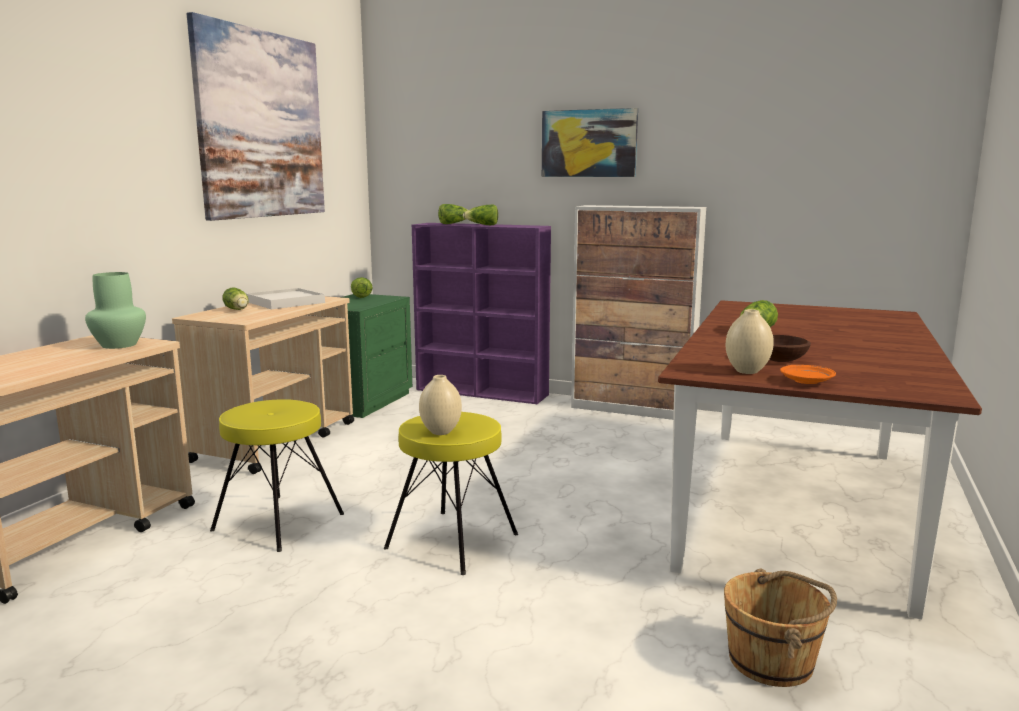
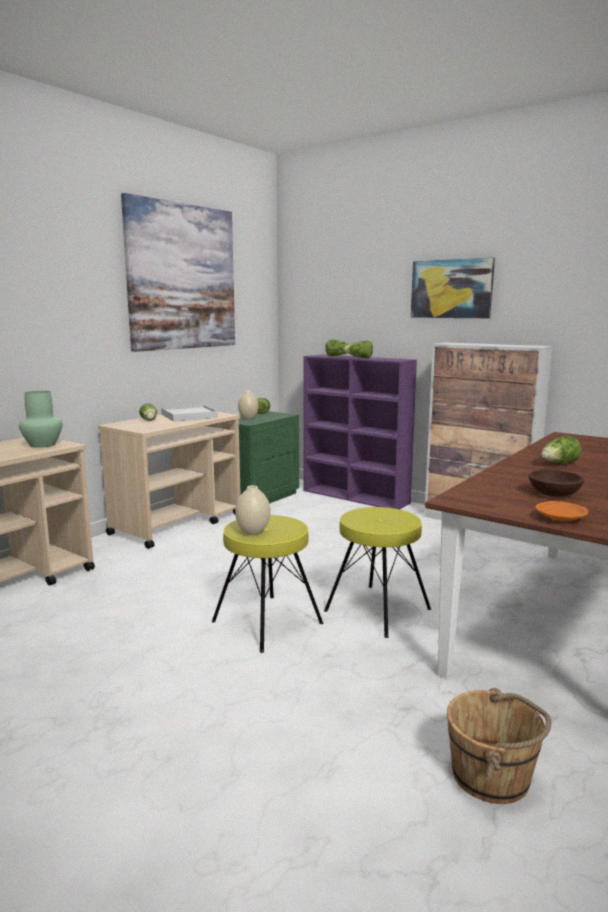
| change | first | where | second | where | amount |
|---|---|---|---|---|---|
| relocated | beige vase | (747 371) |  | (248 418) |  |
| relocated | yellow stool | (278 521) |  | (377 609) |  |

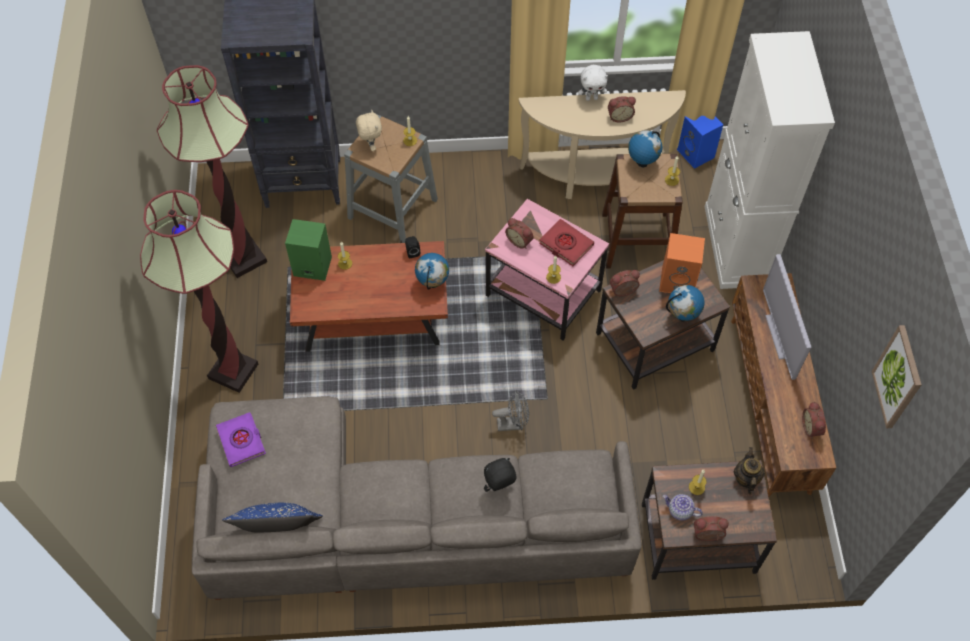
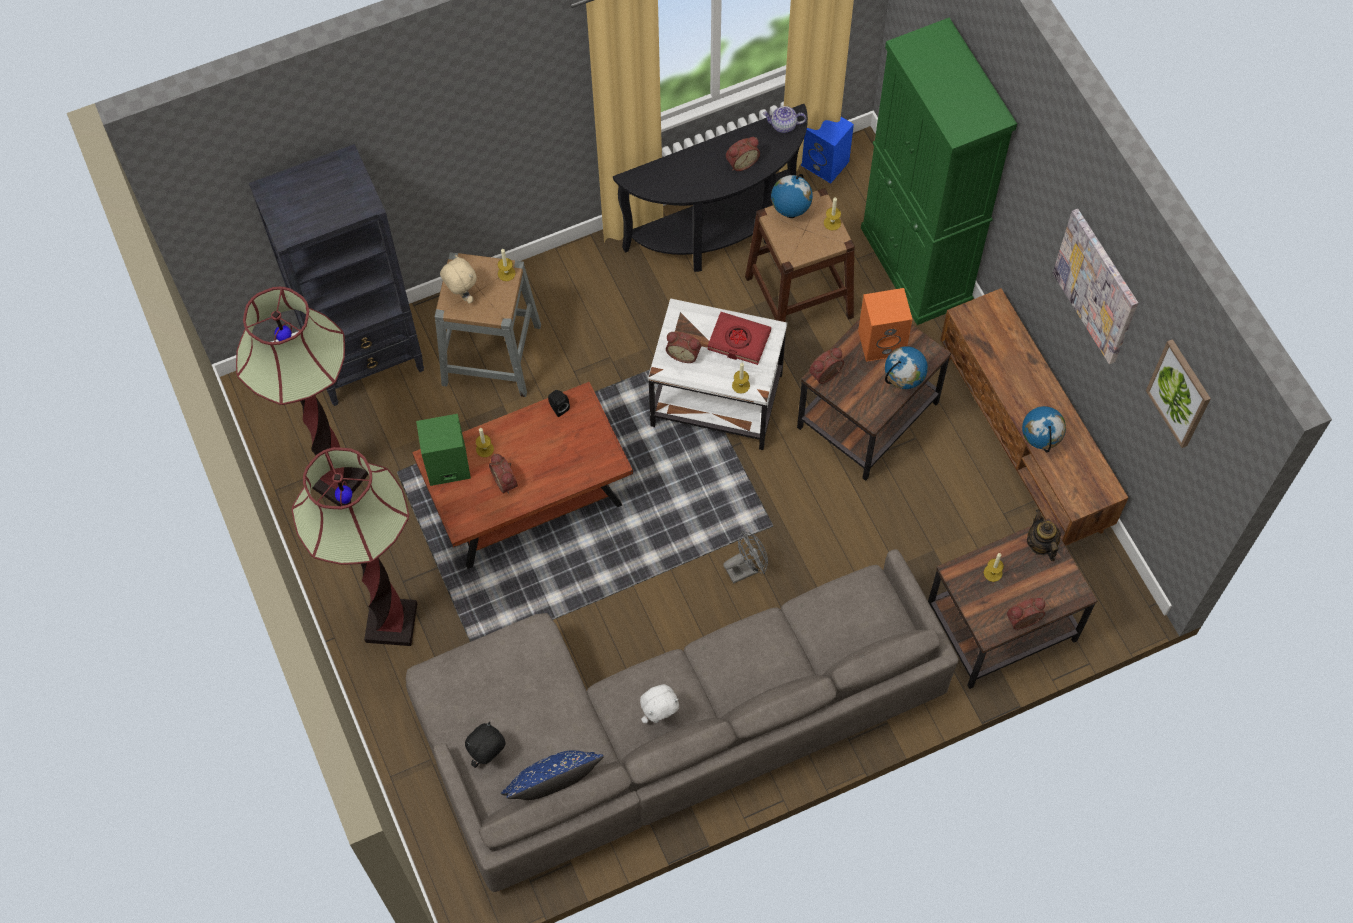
| change | first | where | second | where | amount |
|---|---|---|---|---|---|
| relocated | black plush toy | (499 488) |  | (488 756) |  |
| relocated | alarm clock | (812 427) |  | (506 481) |  |
| colour | beige console table | (595 178) | black console table | (719 234) |  |
| relocated | white plush toy | (591 98) |  | (660 716) |  |
| colour | pink side table | (544 293) | white side table | (717 399) |  |
| relocated | teapot | (679 511) |  | (783 125) |  |
| colour | white cabinet | (736 246) | green cabinet | (916 265) |  |
| relocated | globe | (433 283) |  | (1039 442) |  |
| appeared |  |  | picture | (1097 286) |  |
| missing | purple book | (241 441) |  |  |  |
| missing | television | (781 336) |  |  |  |

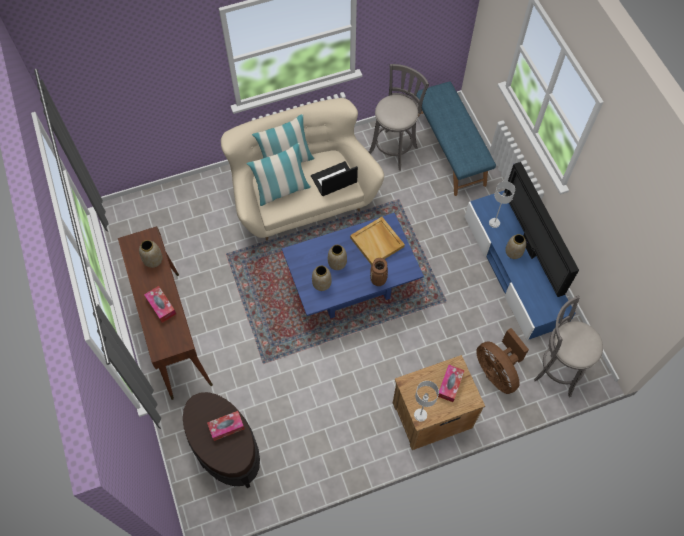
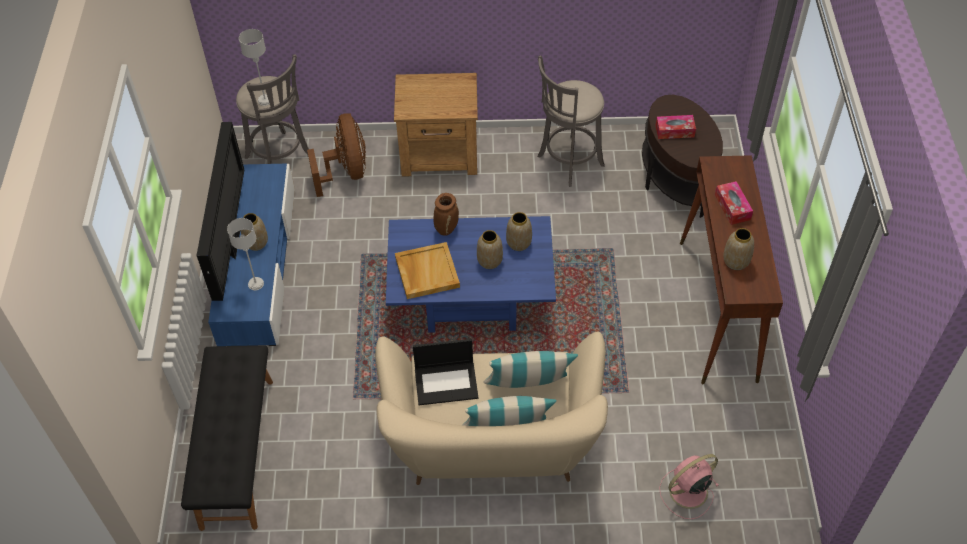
| change | first | where | second | where | amount |
|---|---|---|---|---|---|
| colour | blue bench | (450 150) | black bench | (236 452) |  |
| relocated | grey table lamp | (420 415) |  | (265 100) |  |
| relocated | grey stool | (394 148) |  | (567 162) |  |
| appeared |  |  | pink fan | (687 492) |  |
| missing | tissue box | (450 385) |  |  |  |

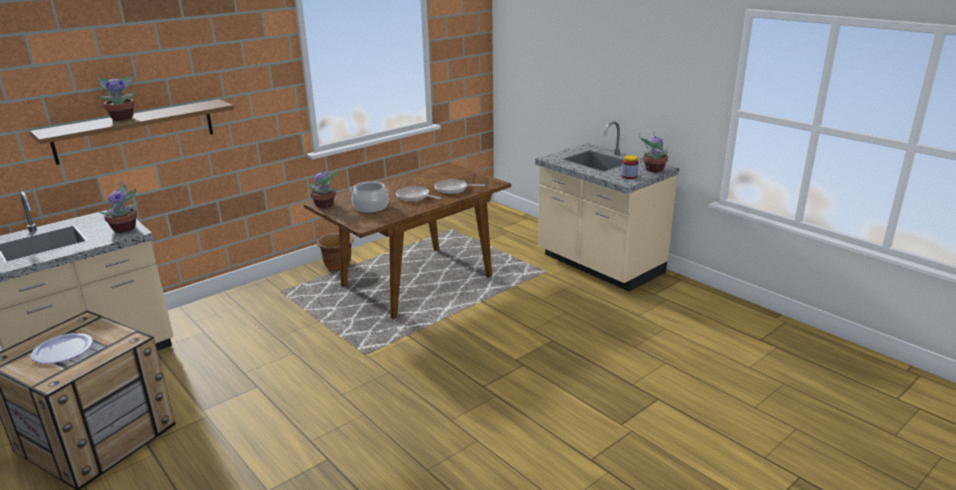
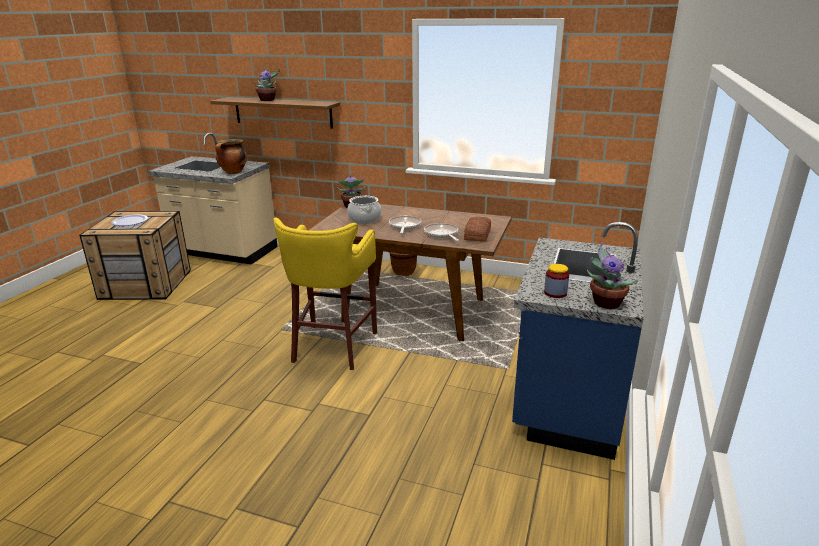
| change | first | where | second | where | amount |
|---|---|---|---|---|---|
| exchanged | potted plant | (126 228) | cooking pot | (233 172) |  |
| appeared |  |  | yellow stool | (333 348) |  |
| appeared |  |  | bread | (478 234) |  |
| colour | beige counter | (599 265) | blue counter | (566 400) |  |

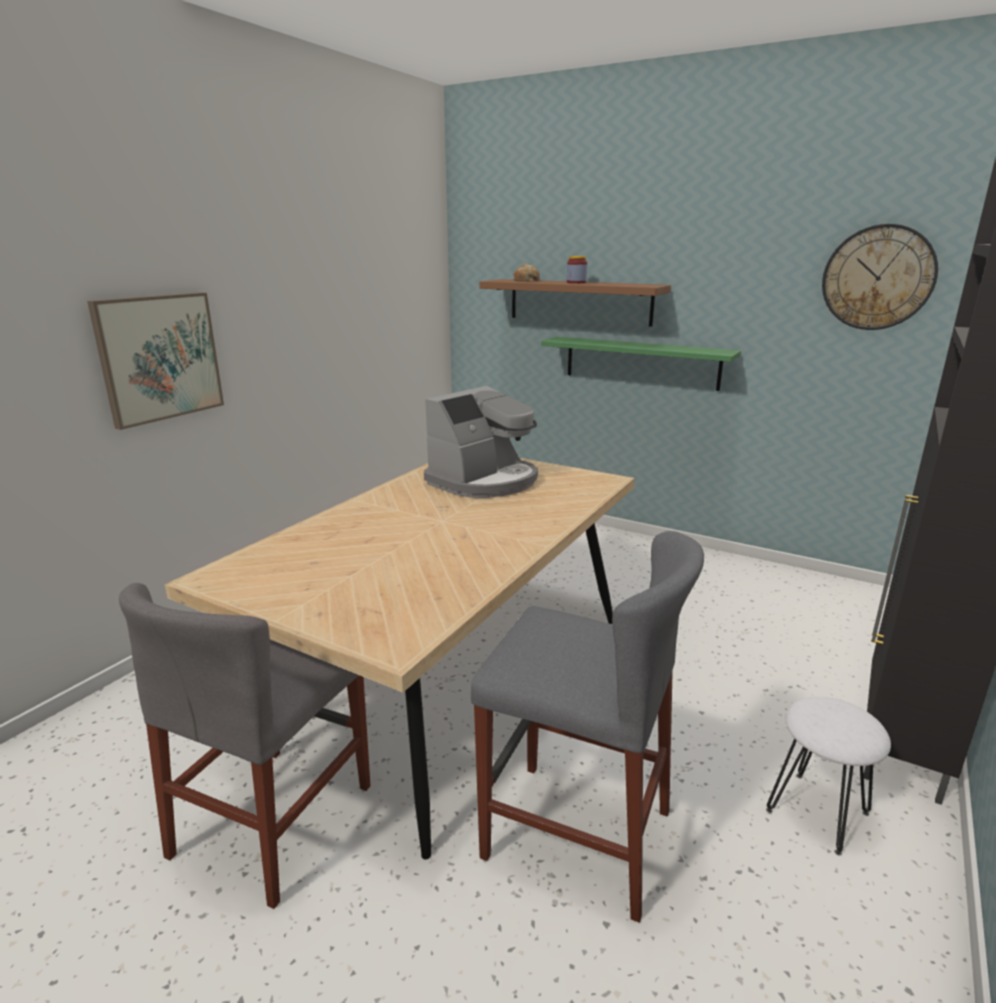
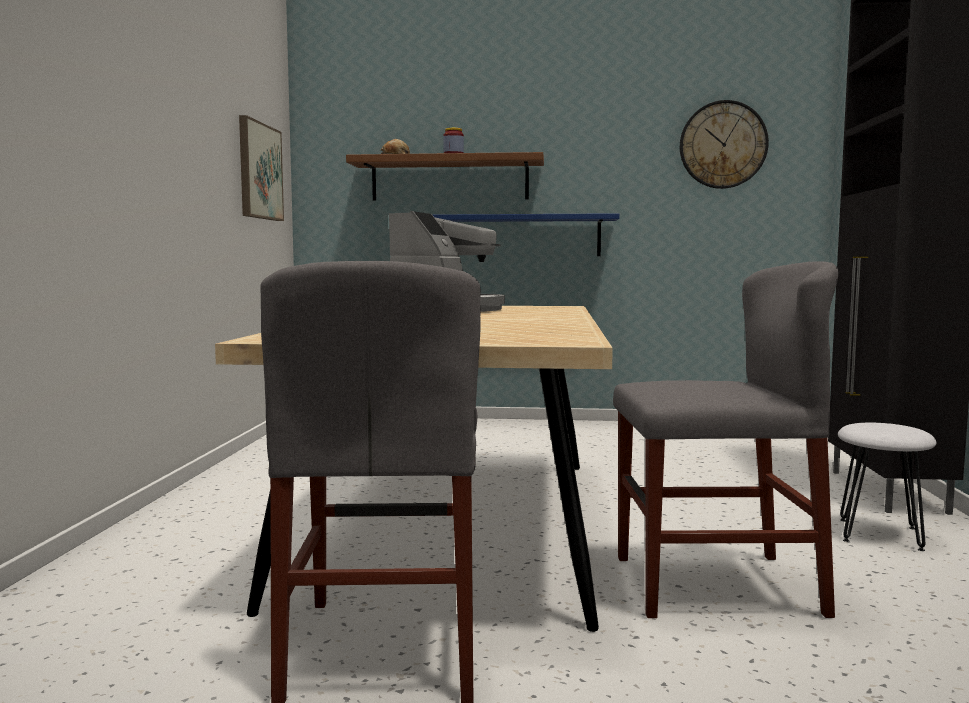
| change | first | where | second | where | amount |
|---|---|---|---|---|---|
| relocated | picture | (159 357) |  | (259 171) |  |
| colour | green shelf | (641 362) | blue shelf | (520 236) |  |
| exchanged | grey stool | (577 834) | grey chair | (715 585) |  |

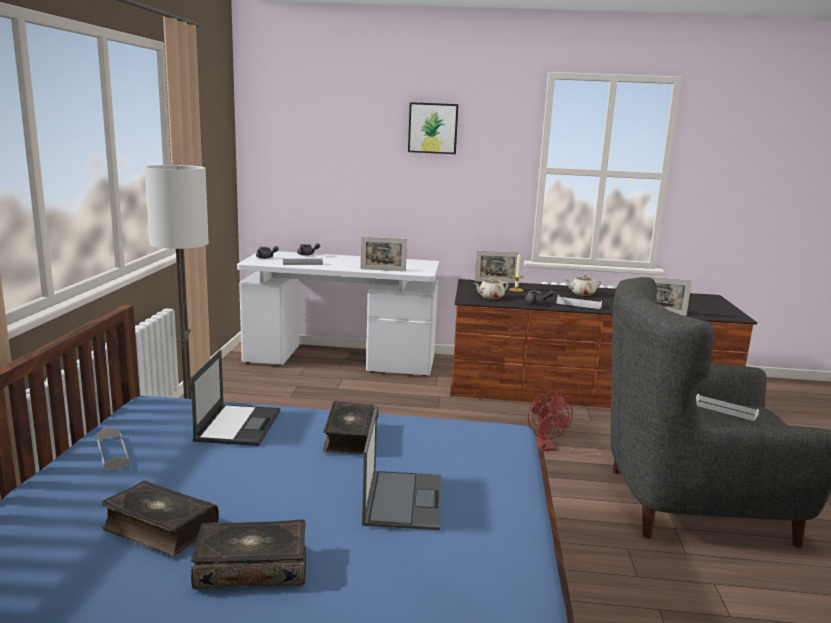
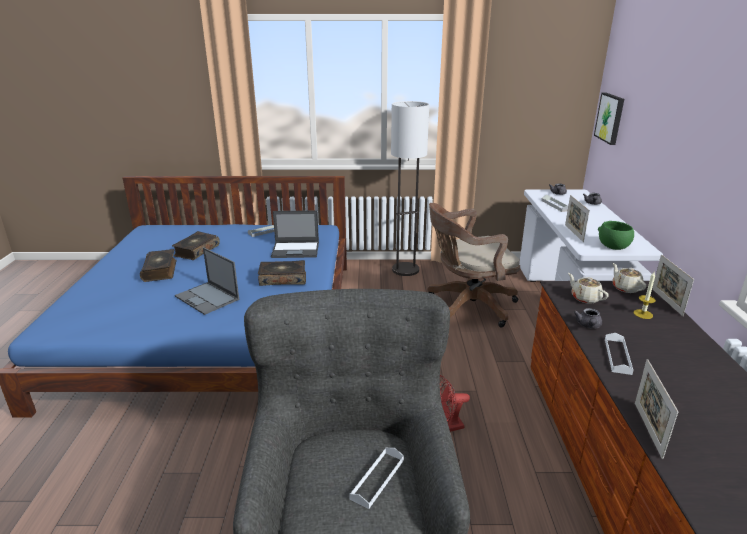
| change | first | where | second | where | amount |
|---|---|---|---|---|---|
| spun | laptop | (403 499) |  | (207 298) | 45 degrees clockwise |
| appeared |  |  | brown office chair | (467 306) |  |
| relocated | picture | (433 128) |  | (610 118) |  |
| appeared |  |  | green bowl | (613 246) |  |
| relocated | beige teapot | (582 293) |  | (625 288) |  |

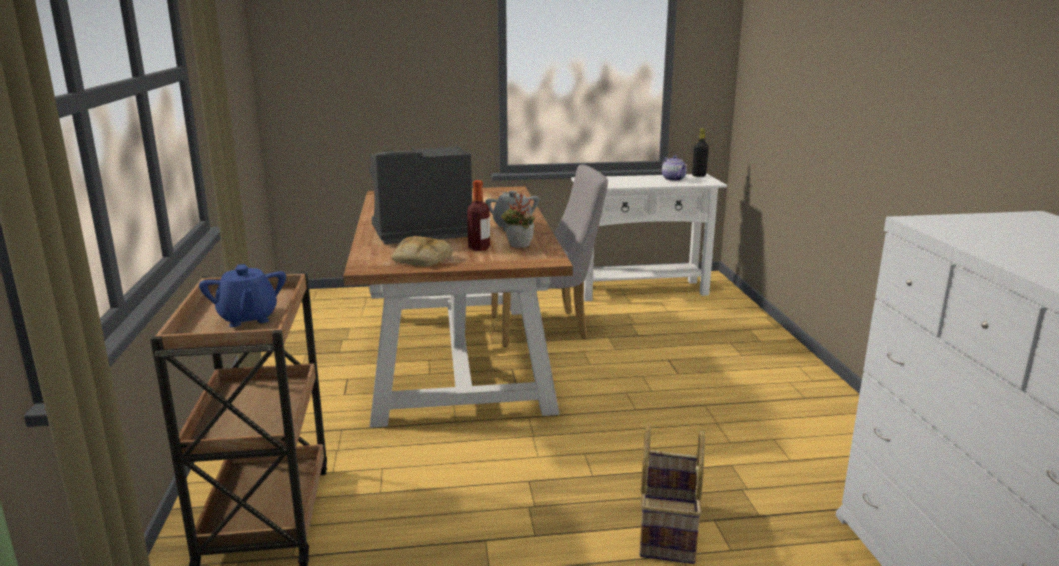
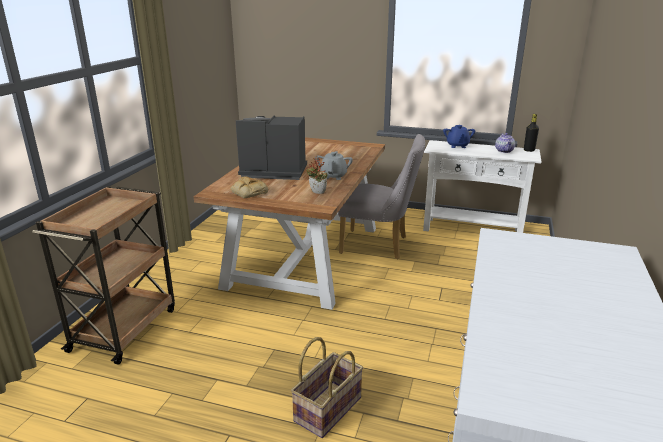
| change | first | where | second | where | amount |
|---|---|---|---|---|---|
| relocated | blue teapot | (248 318) |  | (457 146) |  |
| missing | bottle | (479 248) |  |  |  |

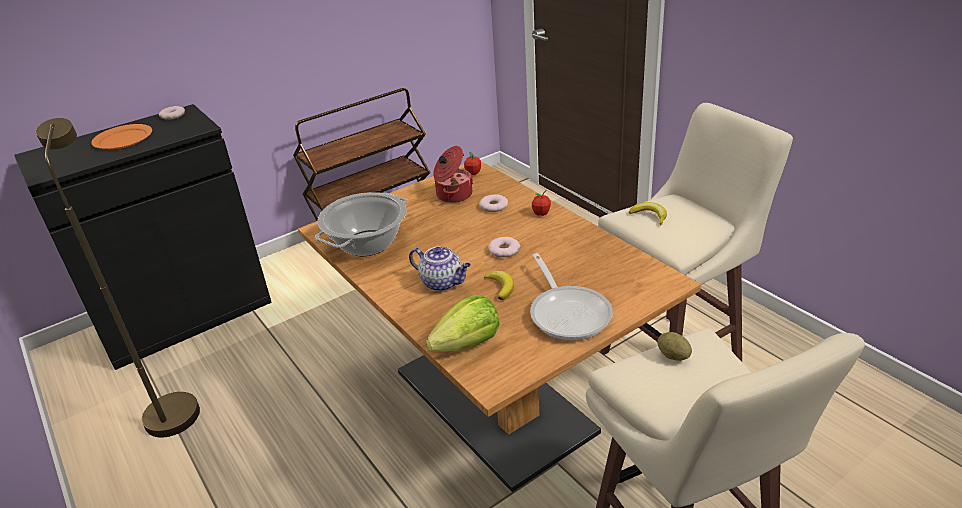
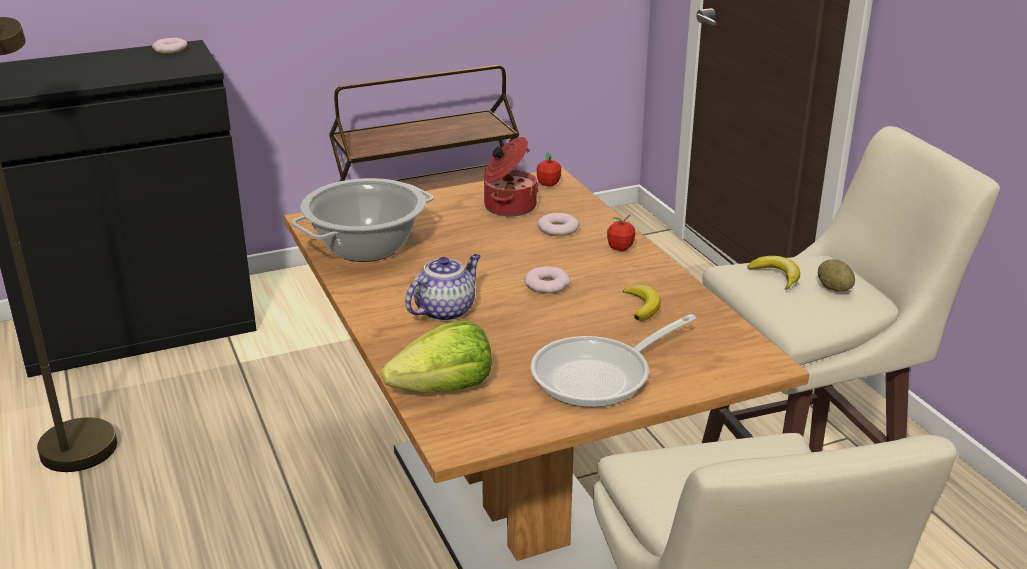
| change | first | where | second | where | amount |
|---|---|---|---|---|---|
| spun | teapot | (443 282) |  | (445 310) | 90 degrees counterclockwise |
| spun | frying pan | (568 313) |  | (600 376) | 60 degrees clockwise |
| relocated | banana | (501 287) |  | (642 306) |  |
| relocated | potato | (673 356) |  | (834 288) |  |
| missing | orange plate | (123 139) |  |  |  |

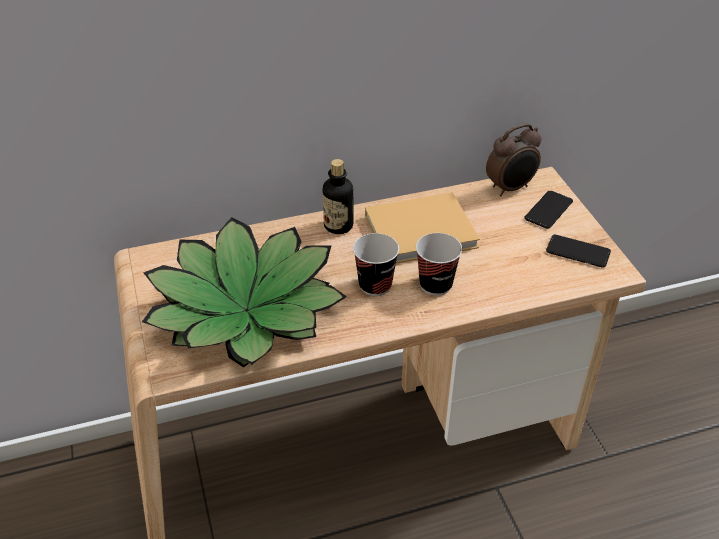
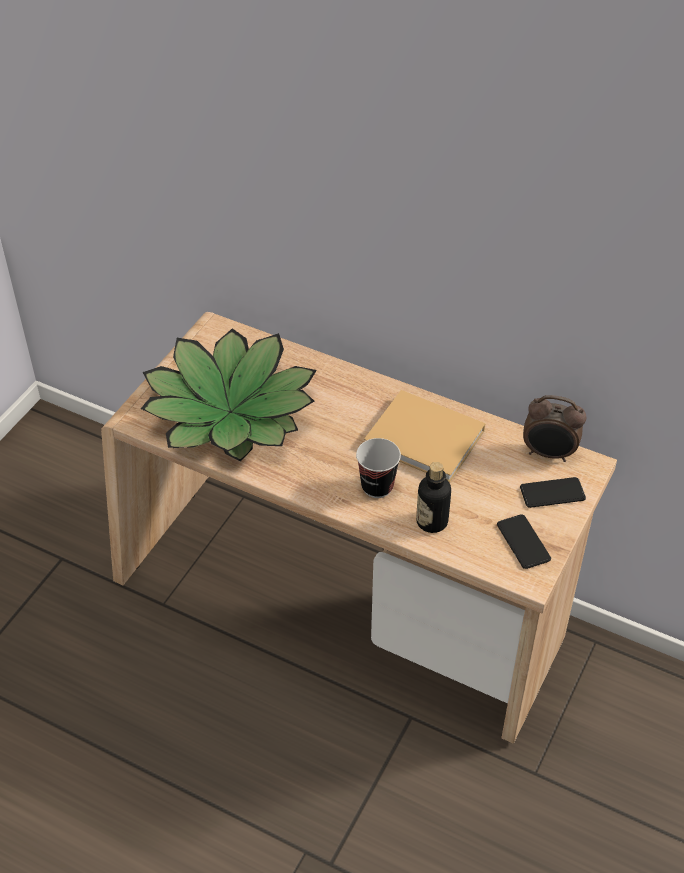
| change | first | where | second | where | amount |
|---|---|---|---|---|---|
| relocated | bottle | (338 226) |  | (432 521) |  |
| missing | cup | (375 285) |  |  |  |

